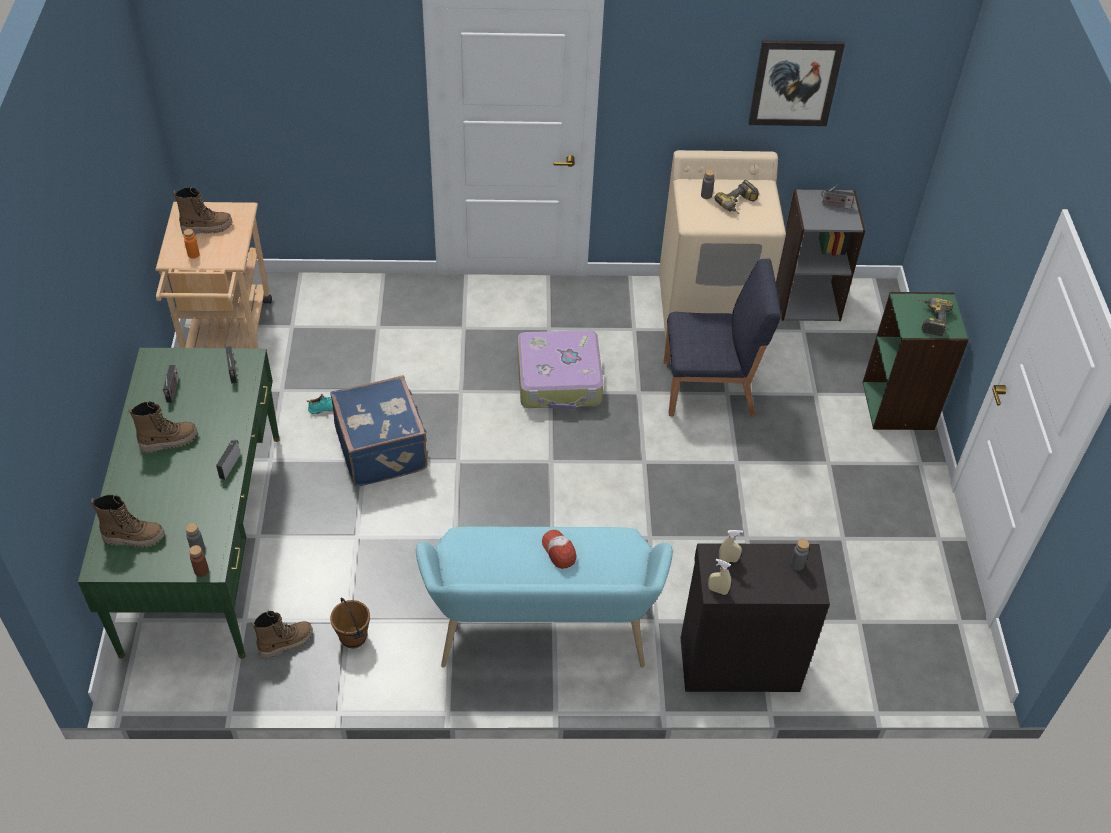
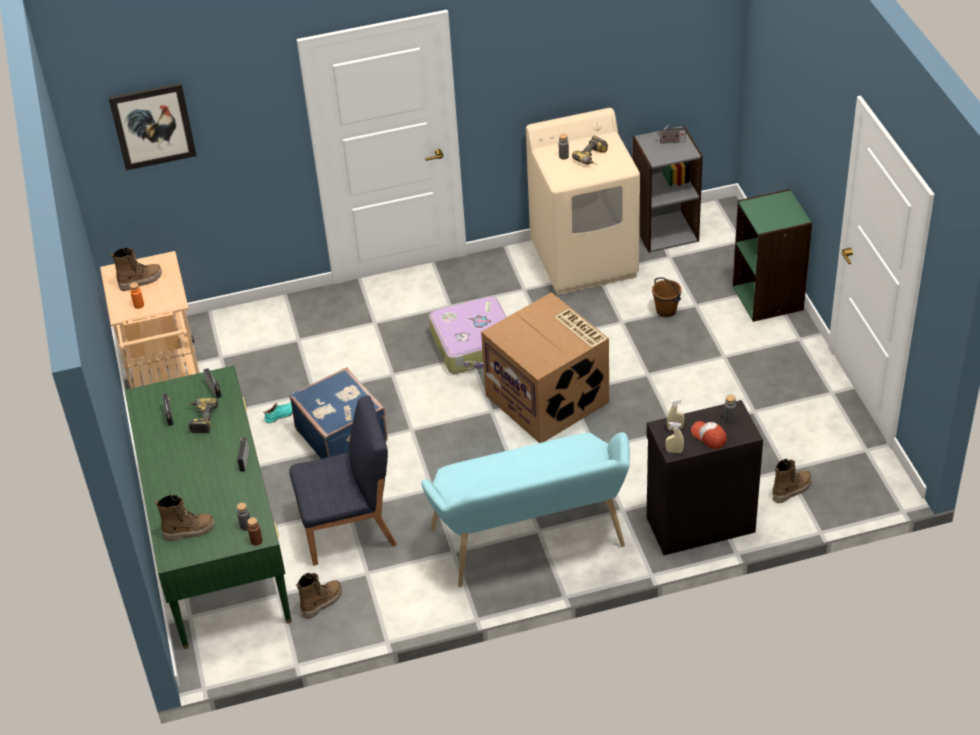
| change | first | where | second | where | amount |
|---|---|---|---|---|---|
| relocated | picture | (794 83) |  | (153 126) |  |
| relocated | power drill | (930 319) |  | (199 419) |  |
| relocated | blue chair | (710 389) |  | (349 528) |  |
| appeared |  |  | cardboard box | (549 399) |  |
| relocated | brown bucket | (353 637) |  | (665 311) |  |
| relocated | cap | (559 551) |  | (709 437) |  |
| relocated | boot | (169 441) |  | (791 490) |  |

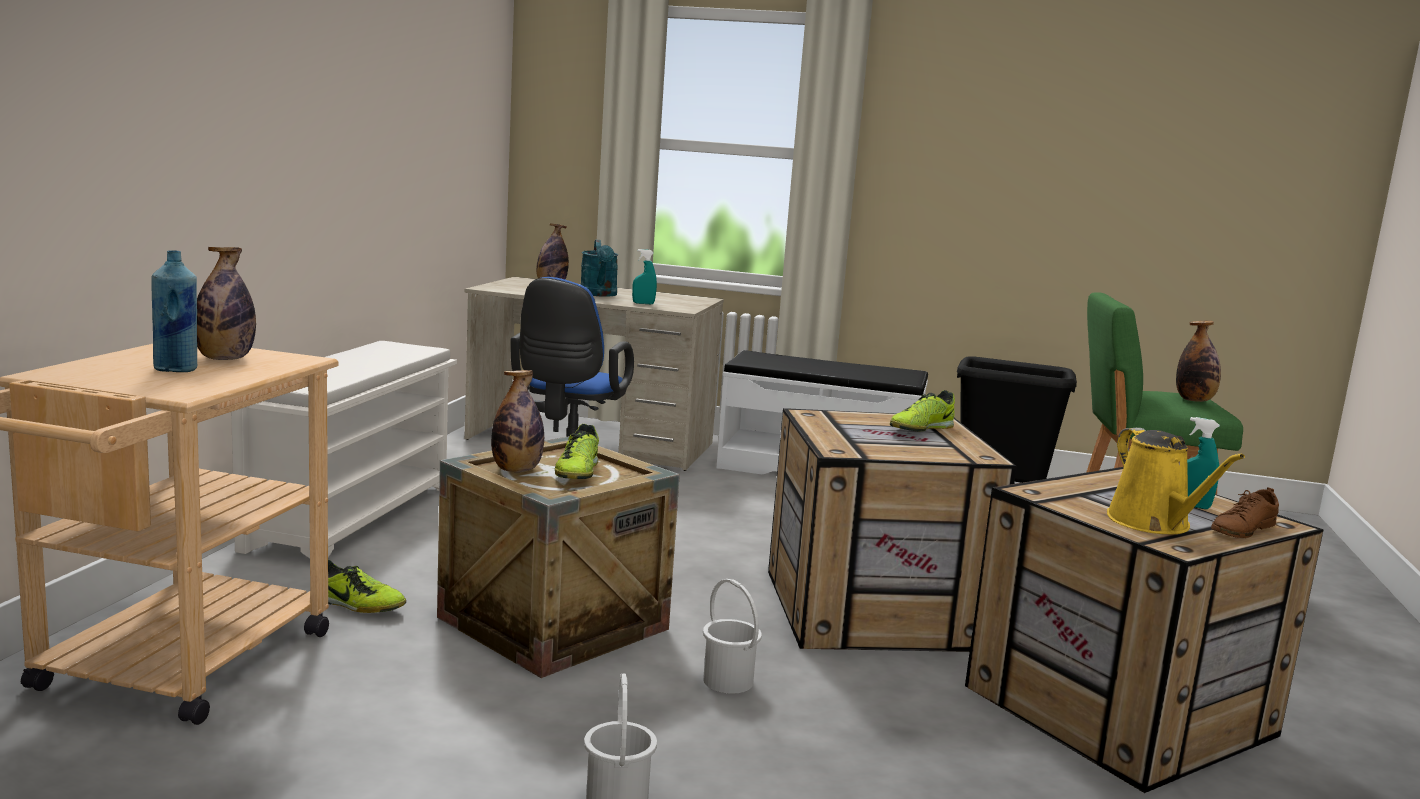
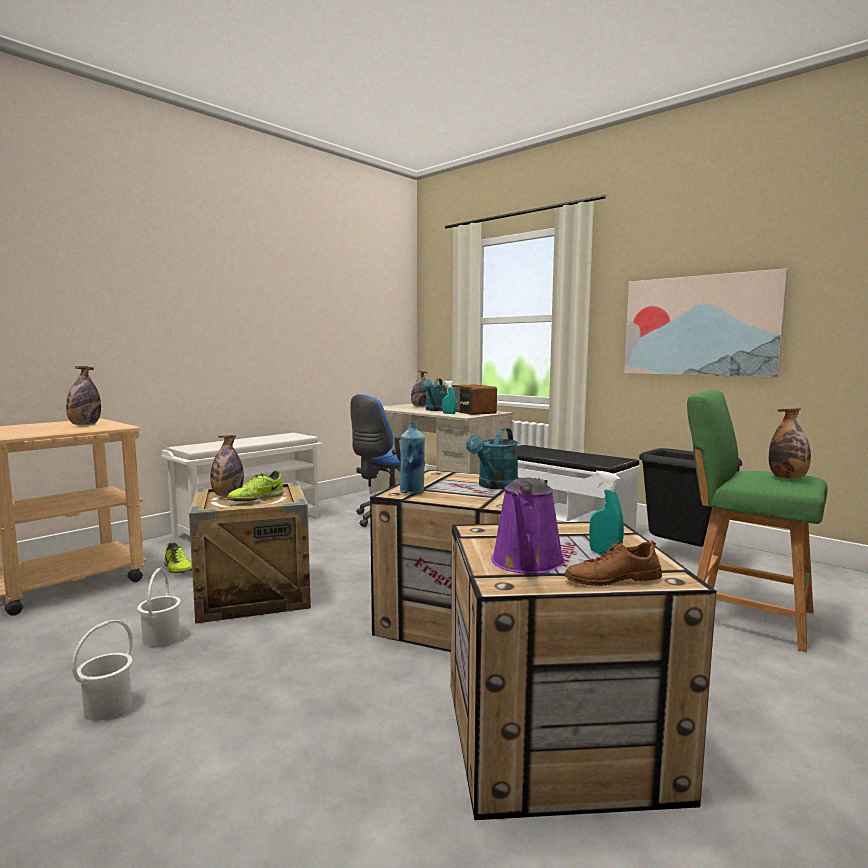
| change | first | where | second | where | amount |
|---|---|---|---|---|---|
| relocated | white bucket | (728 681) |  | (162 638) |  |
| relocated | blue bottle | (176 370) |  | (412 492) |  |
| appeared |  |  | radio | (472 412) |  |
| exchanged | shoe | (920 430) | turquoise watering can | (495 486) |  |
| colour | yellow watering can | (1153 524) | purple watering can | (526 563) |  |
| appeared |  |  | picture | (700 326) |  |

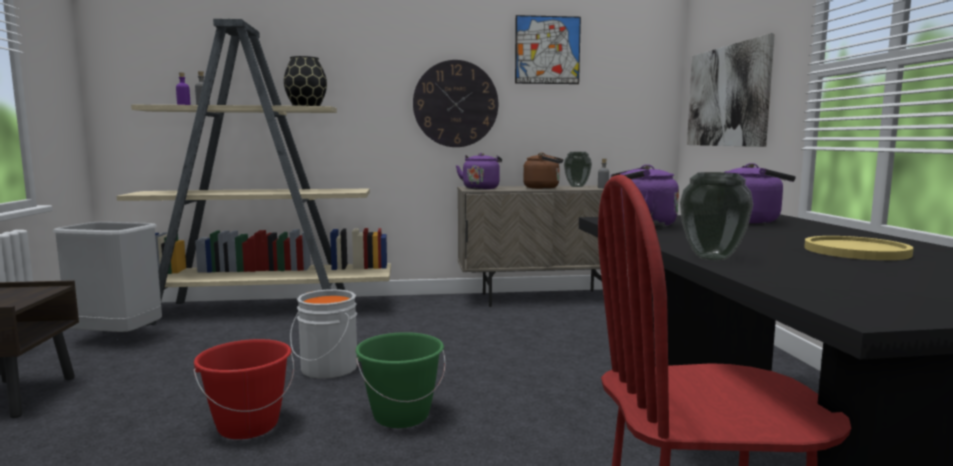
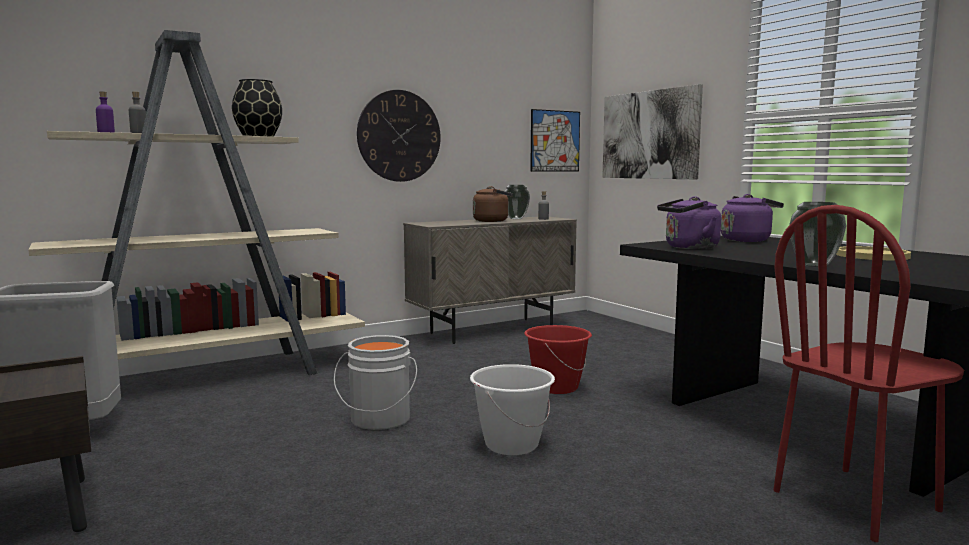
| change | first | where | second | where | amount |
|---|---|---|---|---|---|
| colour | green bucket | (401 415) | white bucket | (511 444) |  |
| relocated | red bucket | (248 426) |  | (556 387) |  |
| relocated | picture | (547 50) |  | (555 141) |  |
| missing | purple kettle | (481 188) |  |  |  |

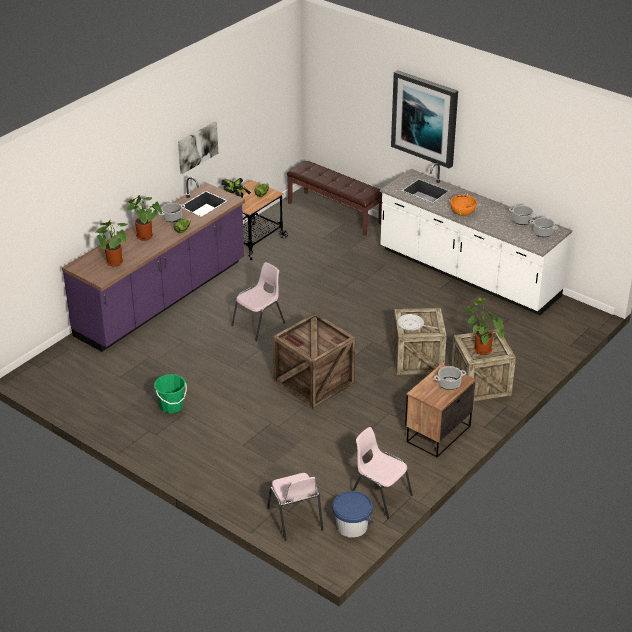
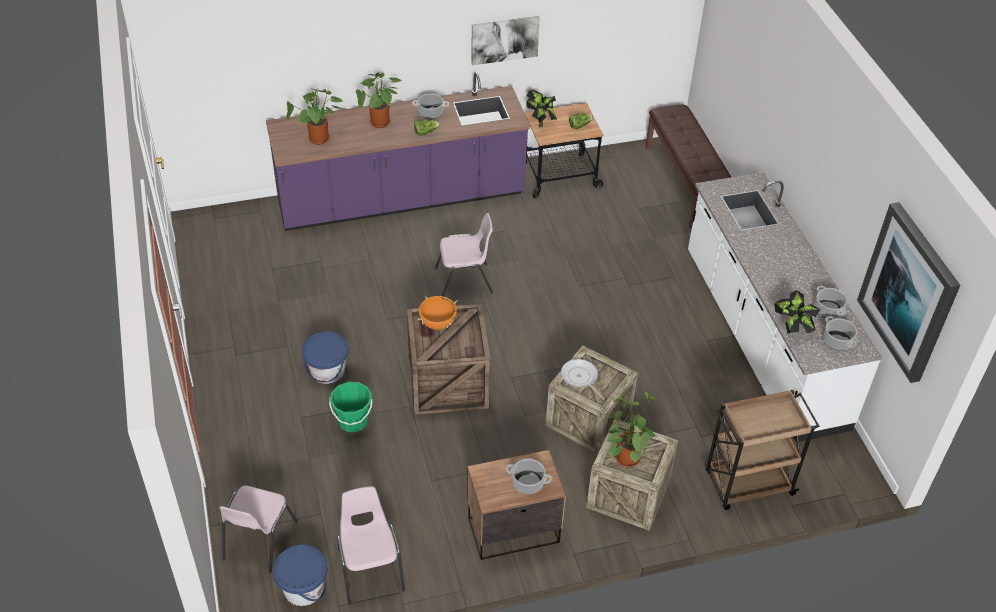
| change | first | where | second | where | amount |
|---|---|---|---|---|---|
| appeared |  |  | blue bucket | (327 371) |  |
| relocated | green bucket | (171 406) |  | (353 421) |  |
| relocated | orange cooking pot | (462 214) |  | (438 323) |  |
| appeared |  |  | brown cart | (747 484) |  |
| appeared |  |  | potted plant | (792 328) |  |
| relocated | picture | (425 118) |  | (909 292) |  |

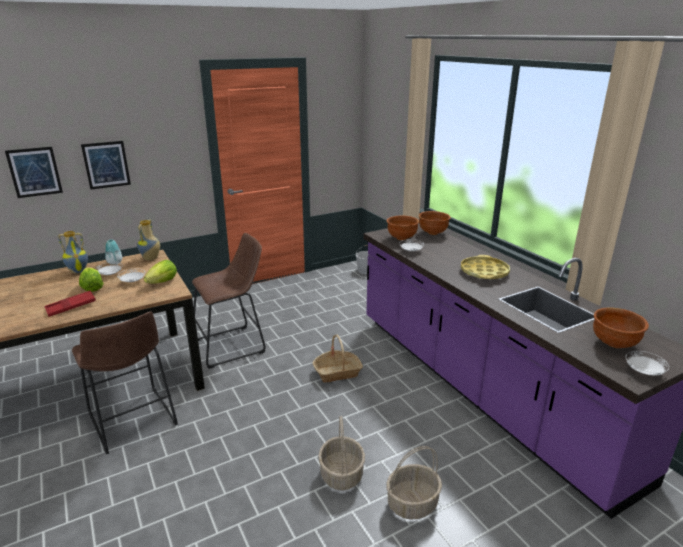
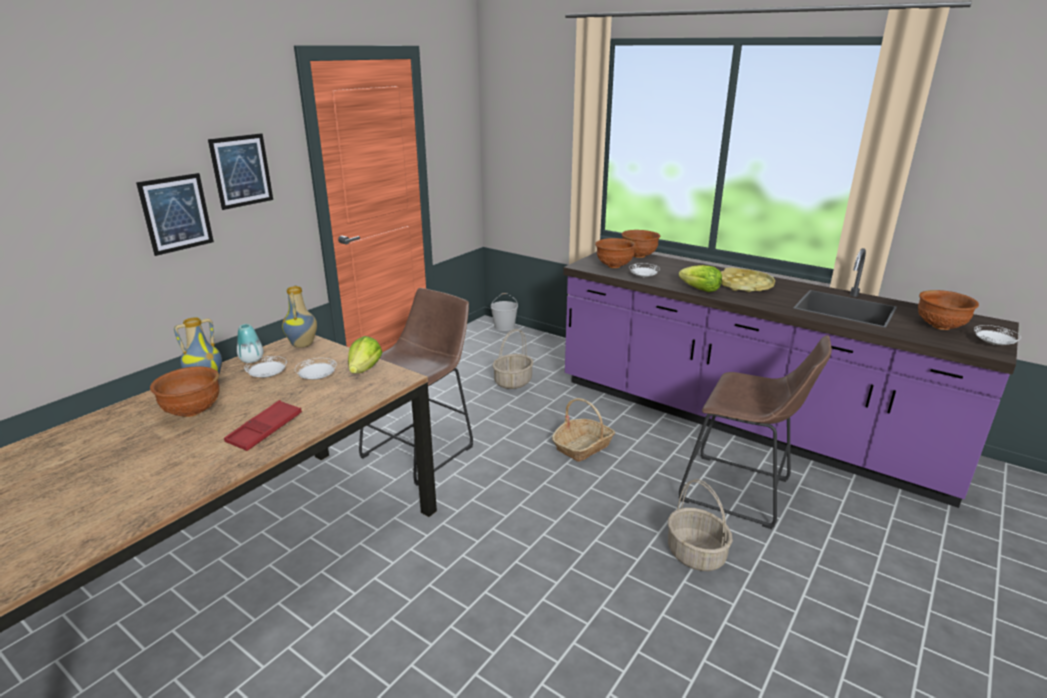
| change | first | where | second | where | amount |
|---|---|---|---|---|---|
| appeared |  |  | brown bowl | (192 411) |  |
| relocated | picture | (34 172) |  | (241 171) |  |
| relocated | basket | (412 503) |  | (513 382) |  |
| relocated | lettuce | (92 288) |  | (700 290) |  |
| relocated | brown stool | (133 422) |  | (741 493) |  |

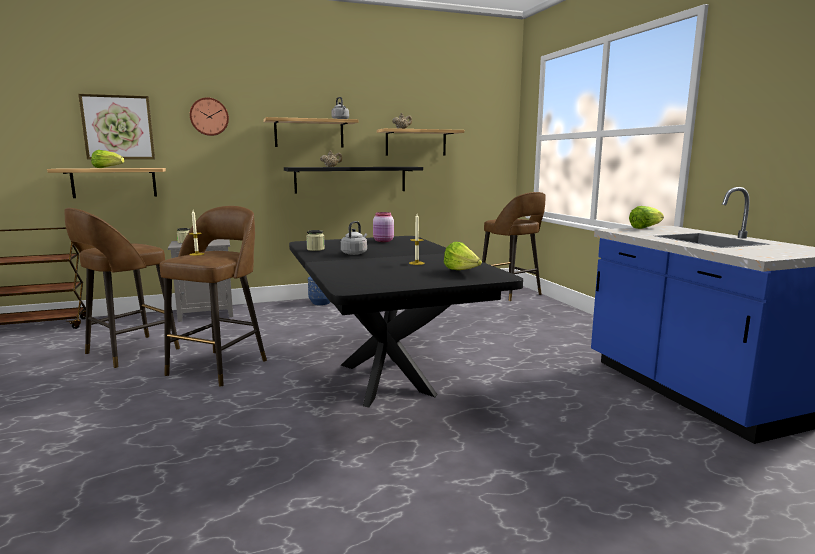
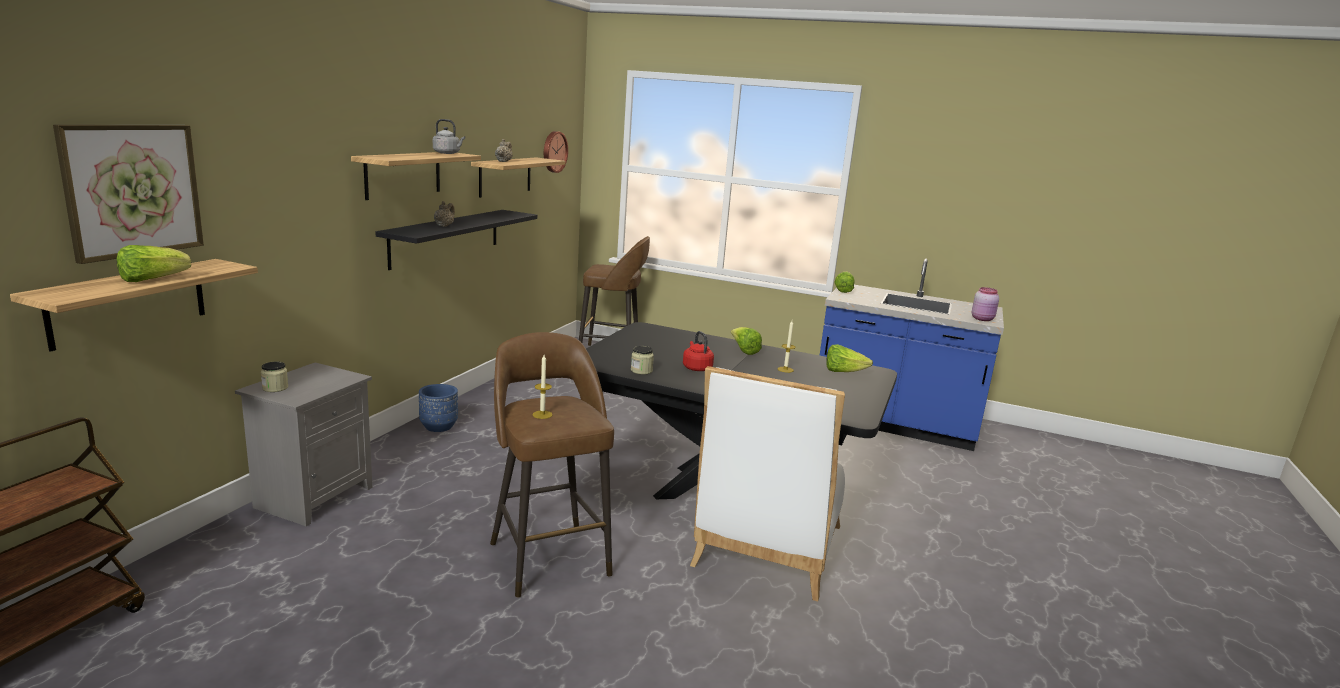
| change | first | where | second | where | amount |
|---|---|---|---|---|---|
| relocated | wall clock | (209 117) |  | (553 151) |  |
| colour | grey kettle | (355 253) | red kettle | (696 368) |  |
| appeared |  |  | white chair | (766 551) |  |
| appeared |  |  | lettuce | (744 351) |  |
| relocated | pink jar | (383 241) |  | (983 319) |  |
| missing | brown stool | (129 352) |  |  |  |

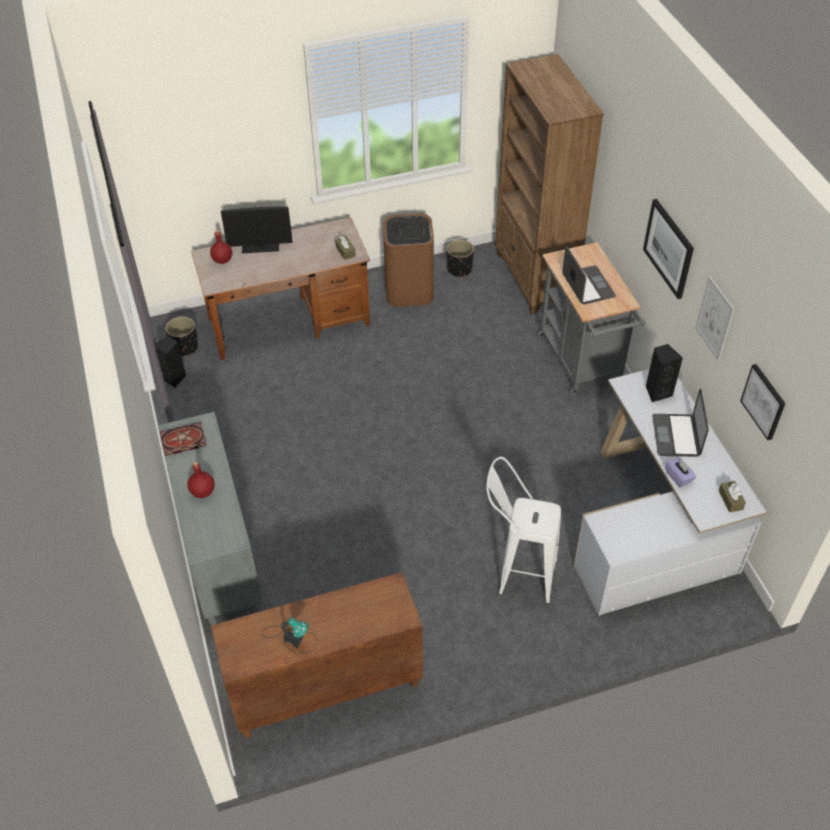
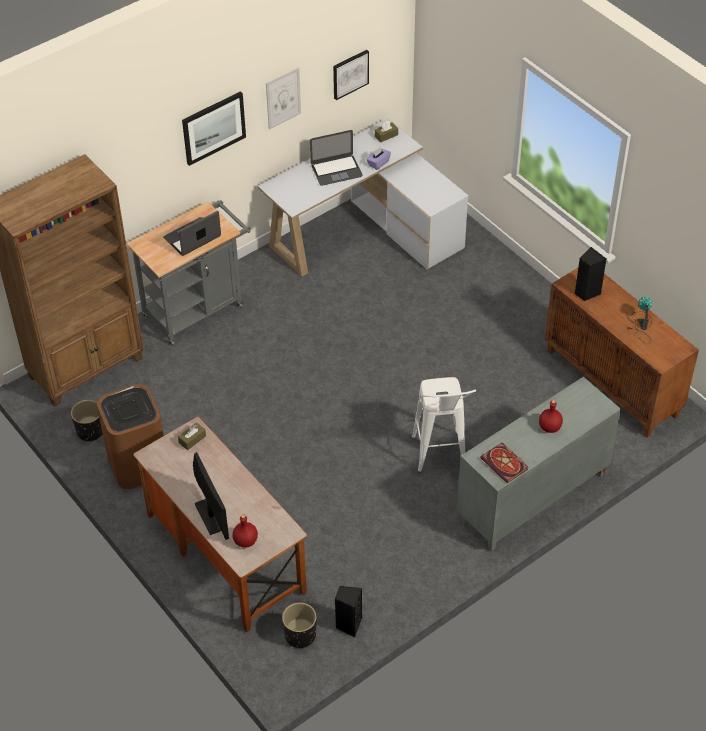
| change | first | where | second | where | amount |
|---|---|---|---|---|---|
| relocated | white stool | (517 575) |  | (440 460) |  |
| relocated | black speaker | (657 392) |  | (586 292) |  |

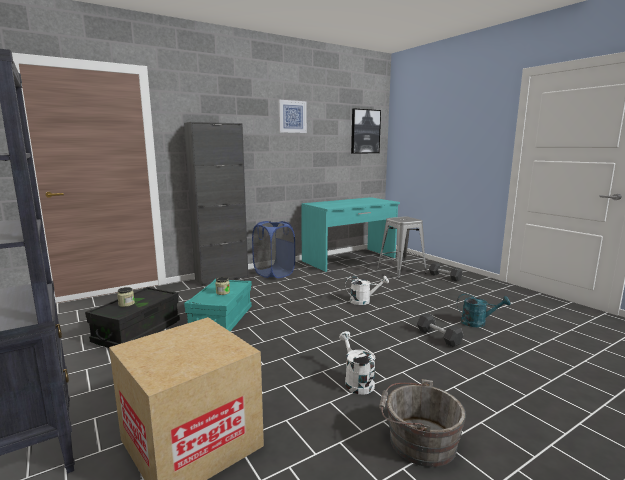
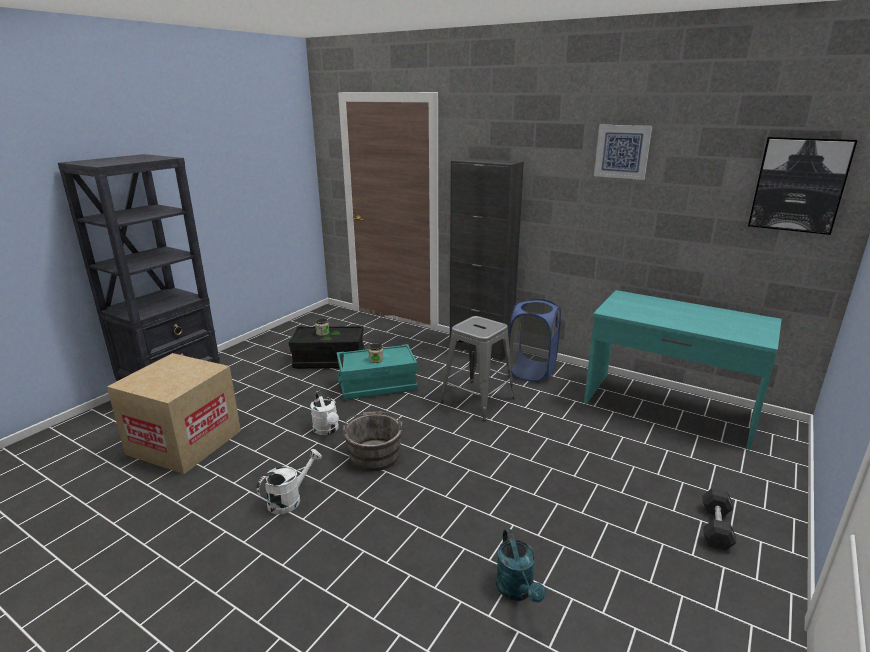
| change | first | where | second | where | amount |
|---|---|---|---|---|---|
| relocated | white watering can | (364 301) |  | (327 430) |  |
| relocated | grey bucket | (418 441) |  | (374 453) |  |
| relocated | grey stool | (401 270) |  | (478 400) |  |
| missing | black dumbbell | (438 337) |  |  |  |

